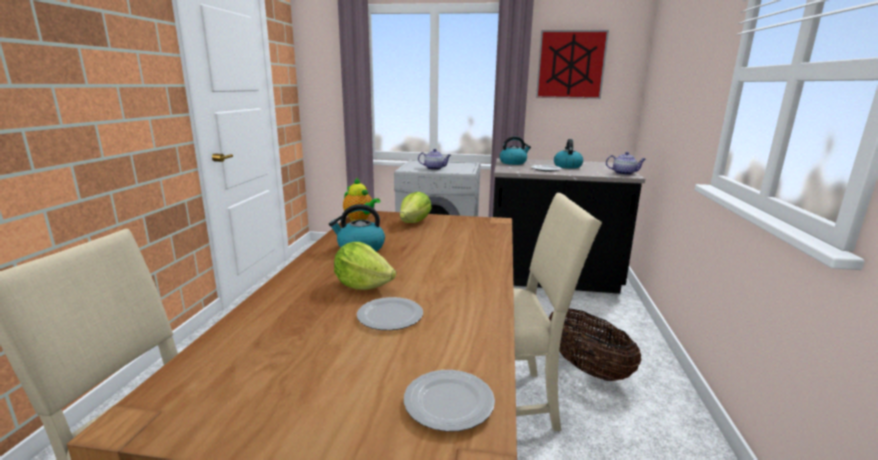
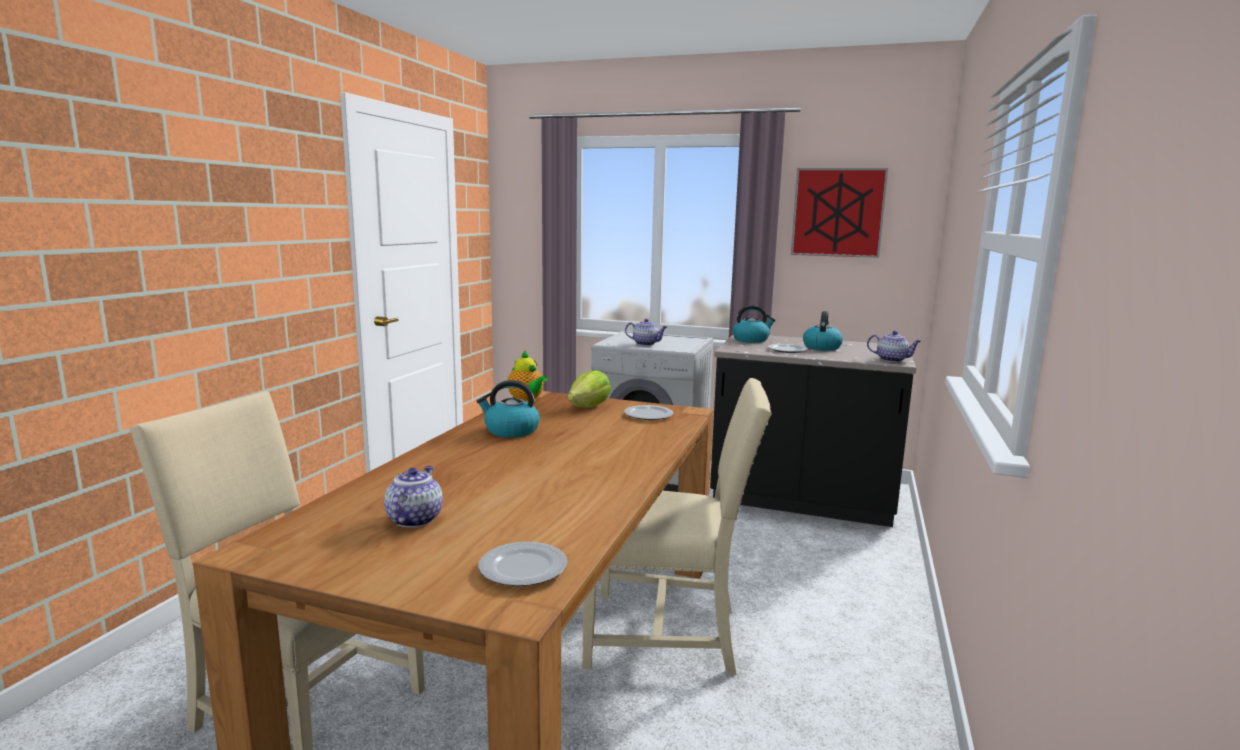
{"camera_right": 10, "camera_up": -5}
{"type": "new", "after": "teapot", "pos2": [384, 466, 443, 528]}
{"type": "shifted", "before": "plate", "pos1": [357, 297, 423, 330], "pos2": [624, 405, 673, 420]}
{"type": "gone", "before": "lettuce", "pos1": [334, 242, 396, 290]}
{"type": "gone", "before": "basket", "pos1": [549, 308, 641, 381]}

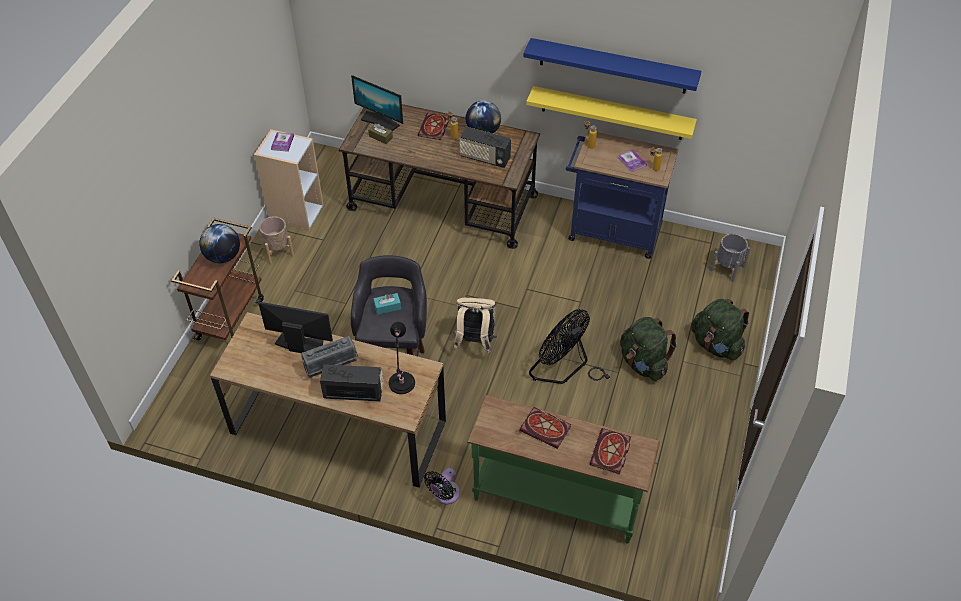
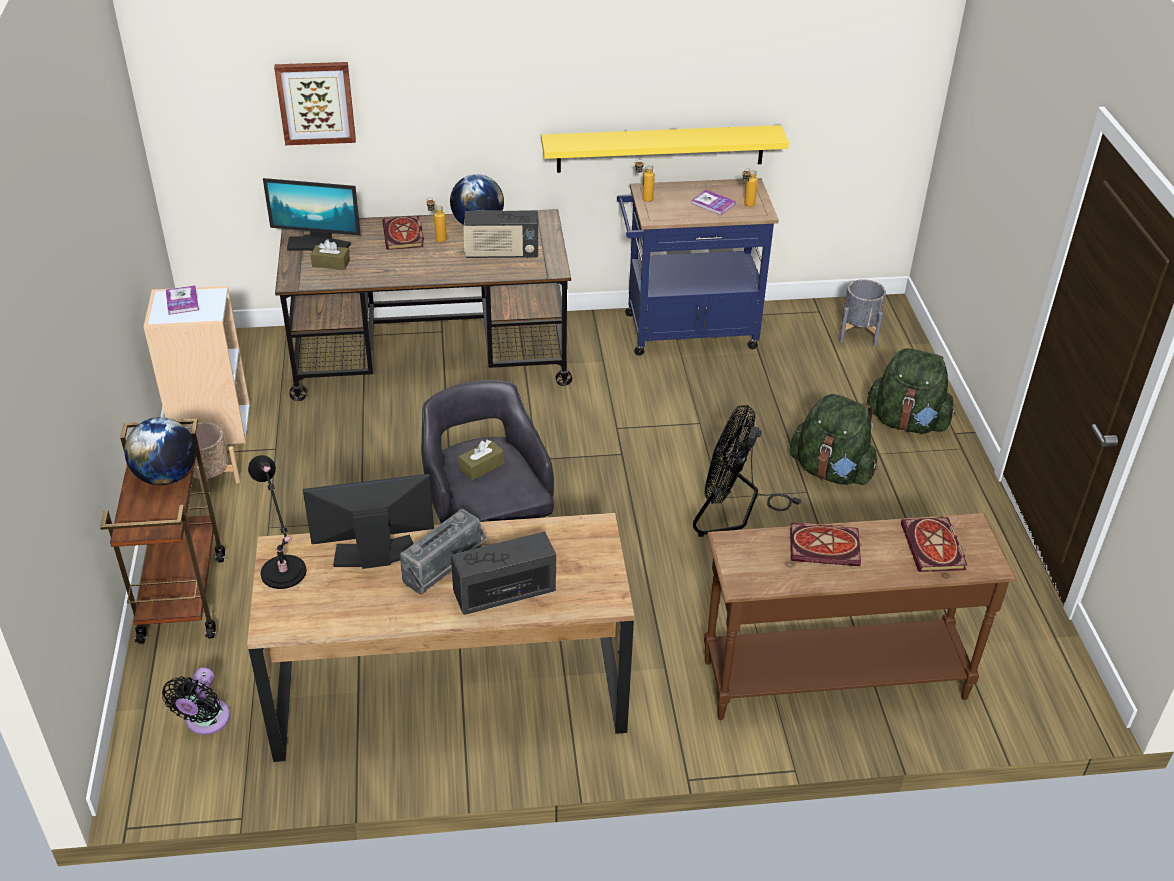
{"camera_right": -25, "camera_up": -10}
{"type": "shifted", "before": "black_fan", "pos1": [424, 467, 460, 504], "pos2": [162, 667, 230, 735]}
{"type": "shifted", "before": "black_table_lamp", "pos1": [389, 322, 415, 394], "pos2": [248, 455, 306, 589]}
{"type": "new", "after": "picture", "pos2": [274, 62, 356, 145]}
{"type": "repainted", "before": "turquoise_tissue_box", "after": "brown_tissue_box", "pos1": [373, 293, 401, 315], "pos2": [458, 440, 504, 481]}
{"type": "repainted", "before": "green_console_table", "after": "brown_console_table", "pos1": [467, 395, 660, 544], "pos2": [704, 513, 1017, 720]}
{"type": "gone", "before": "beige_backpack", "pos1": [453, 298, 497, 353]}
{"type": "gone", "before": "blue_shelf", "pos1": [524, 38, 701, 94]}

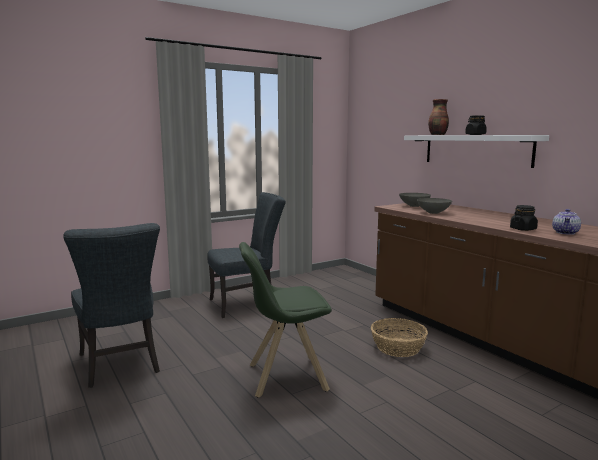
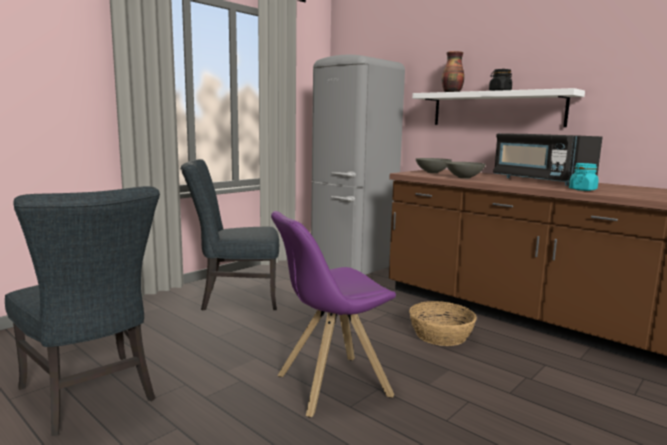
{"camera_right": -15, "camera_up": 0}
{"type": "rotated", "before": "grey_chair", "pos1": [207, 192, 286, 318], "pos2": [180, 159, 279, 311], "turn": -150}
{"type": "repainted", "before": "green_chair", "after": "purple_chair", "pos1": [239, 242, 332, 398], "pos2": [271, 211, 396, 417]}
{"type": "new", "after": "grey_fridge", "pos2": [311, 55, 405, 275]}
{"type": "new", "after": "black_microwave", "pos2": [493, 133, 603, 186]}
{"type": "repainted", "before": "black_jar", "after": "turquoise_jar", "pos1": [510, 205, 538, 231], "pos2": [569, 163, 599, 191]}
{"type": "gone", "before": "teapot", "pos1": [552, 209, 581, 235]}

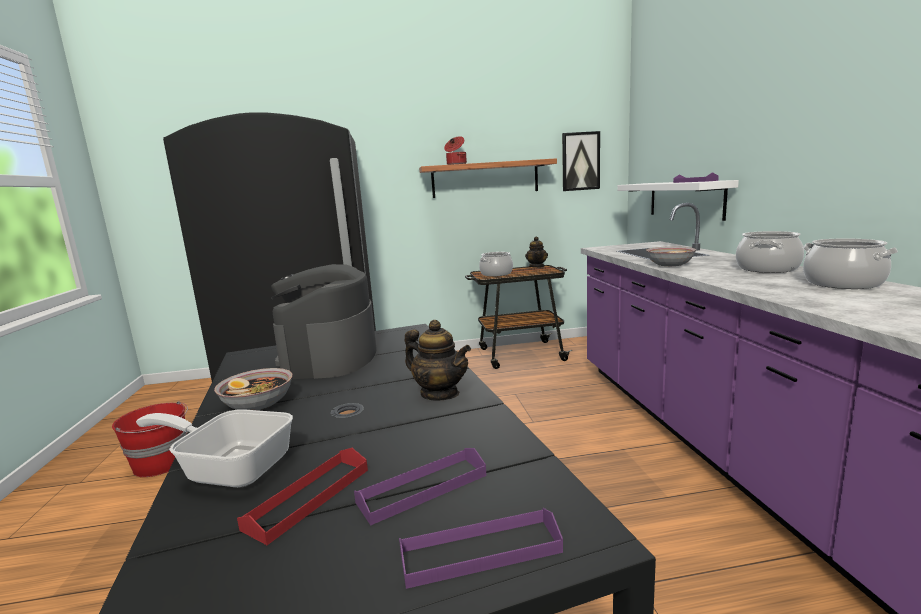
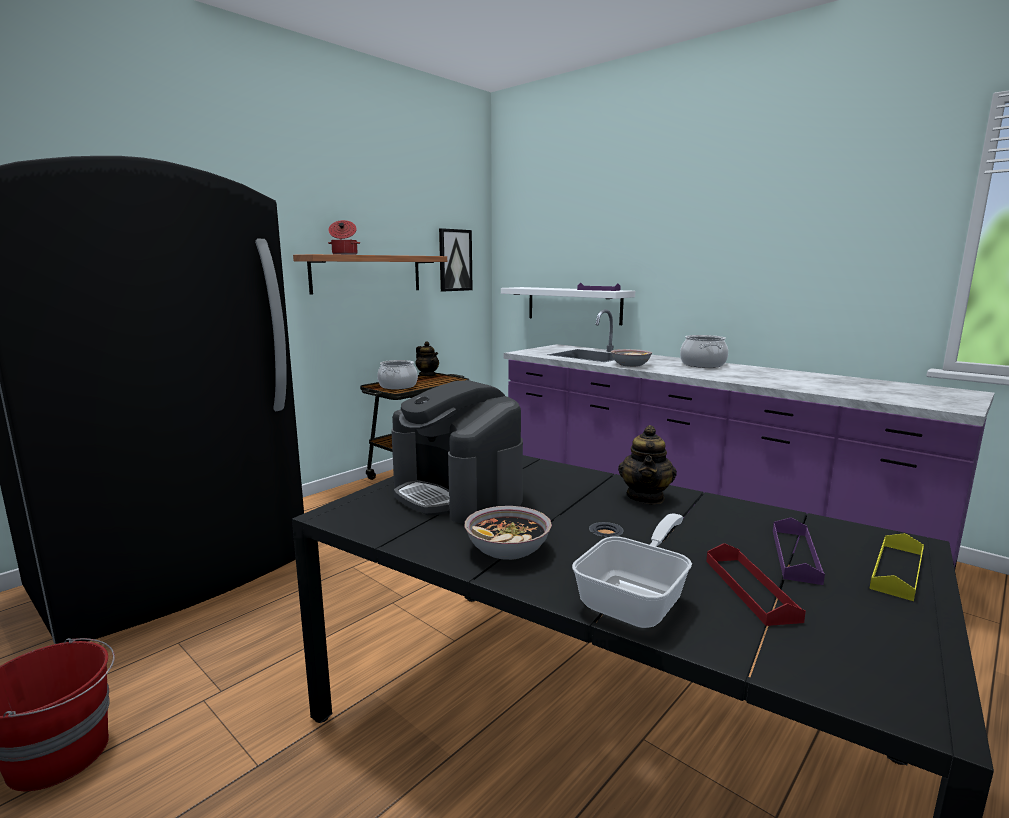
{"camera_right": -40, "camera_up": 0}
{"type": "rotated", "before": "frying_pan", "pos1": [136, 409, 293, 488], "pos2": [572, 513, 692, 628], "turn": 150}
{"type": "rotated", "before": "teapot", "pos1": [405, 320, 471, 401], "pos2": [618, 425, 677, 504], "turn": 105}
{"type": "repainted", "before": "purple_tray", "after": "yellow_tray", "pos1": [399, 508, 563, 589], "pos2": [869, 533, 924, 601]}
{"type": "gone", "before": "cooking_pot", "pos1": [803, 238, 898, 289]}

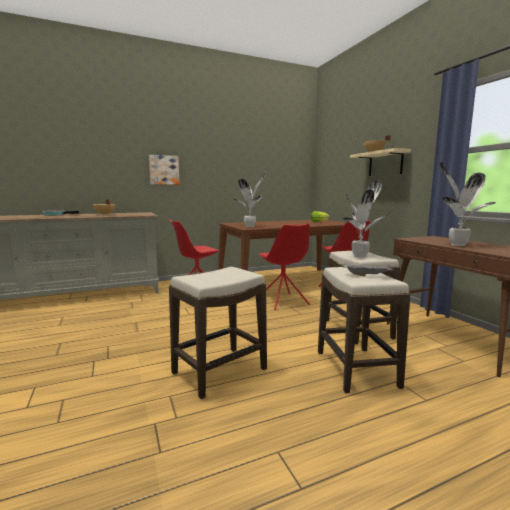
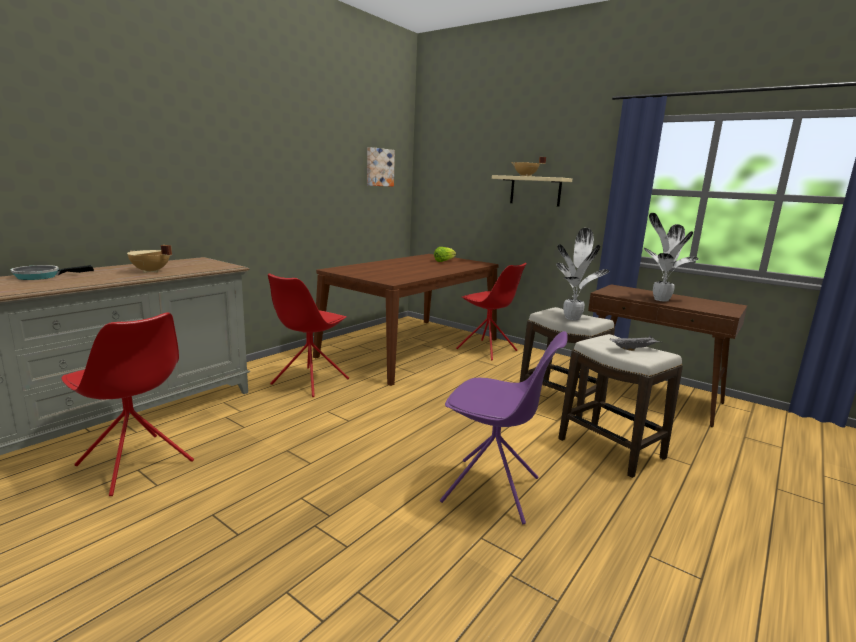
{"camera_right": -30, "camera_up": 5}
{"type": "shifted", "before": "red_chair", "pos1": [259, 223, 310, 310], "pos2": [62, 312, 194, 496]}
{"type": "shifted", "before": "picture", "pos1": [149, 155, 180, 185], "pos2": [367, 147, 395, 187]}
{"type": "swapped", "before": "stool", "after": "purple_chair", "pos1": [169, 267, 267, 399], "pos2": [440, 331, 568, 524]}
{"type": "gone", "before": "potted_plant", "pos1": [233, 172, 266, 227]}

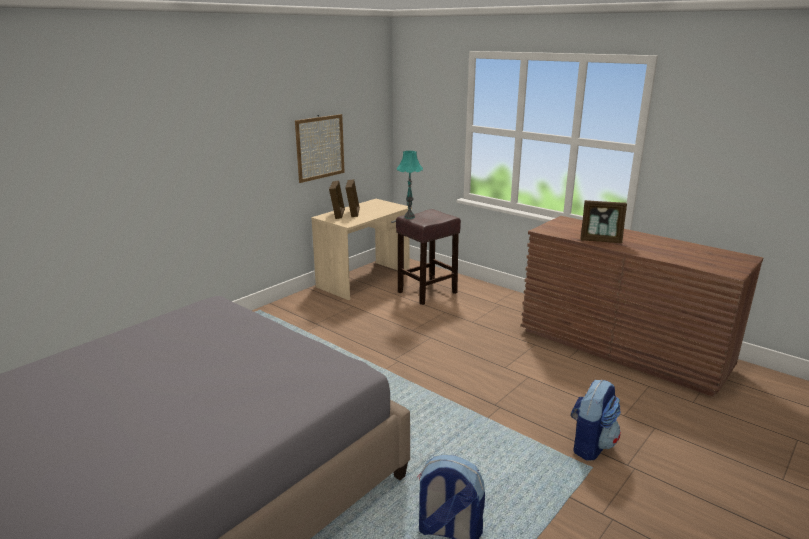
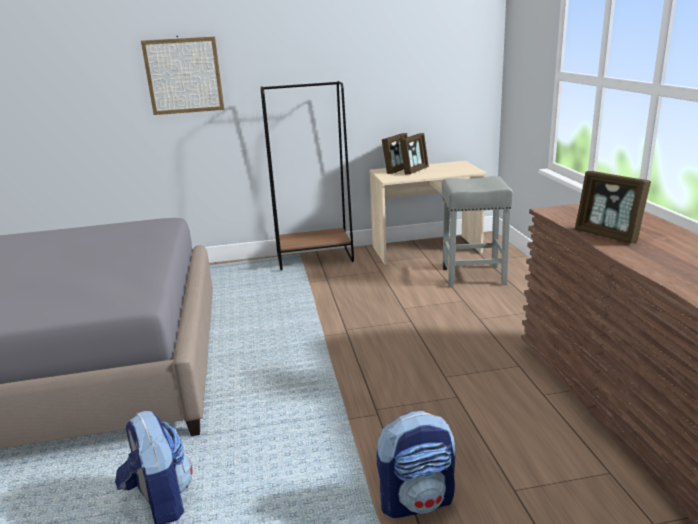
{"camera_right": 40, "camera_up": 0}
{"type": "shifted", "before": "picture", "pos1": [295, 114, 345, 183], "pos2": [141, 36, 224, 115]}
{"type": "new", "after": "clothes_rack", "pos2": [261, 81, 354, 271]}
{"type": "repainted", "before": "brown_stool", "after": "grey_stool", "pos1": [396, 209, 461, 305], "pos2": [442, 176, 513, 287]}
{"type": "gone", "before": "turquoise_table_lamp", "pos1": [397, 151, 423, 219]}

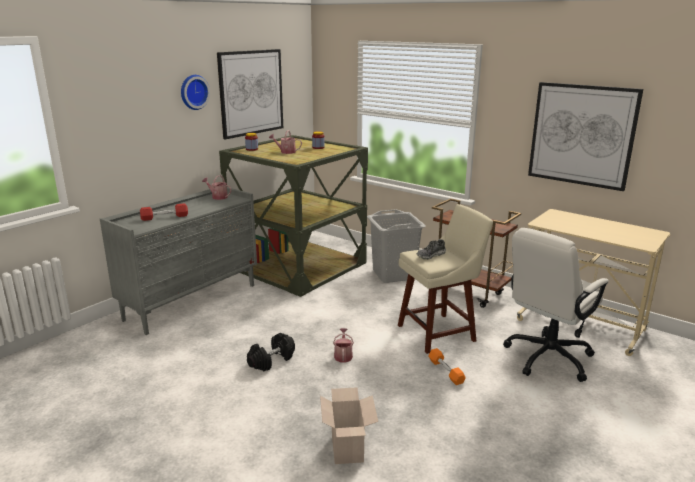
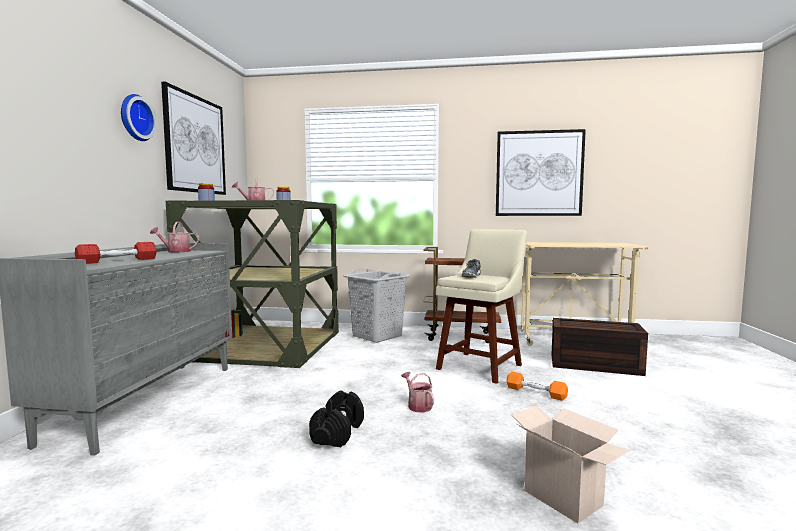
{"camera_right": -30, "camera_up": -15}
{"type": "swapped", "before": "white_office_chair", "after": "brown_storage_box", "pos1": [503, 228, 609, 382], "pos2": [552, 318, 648, 376]}

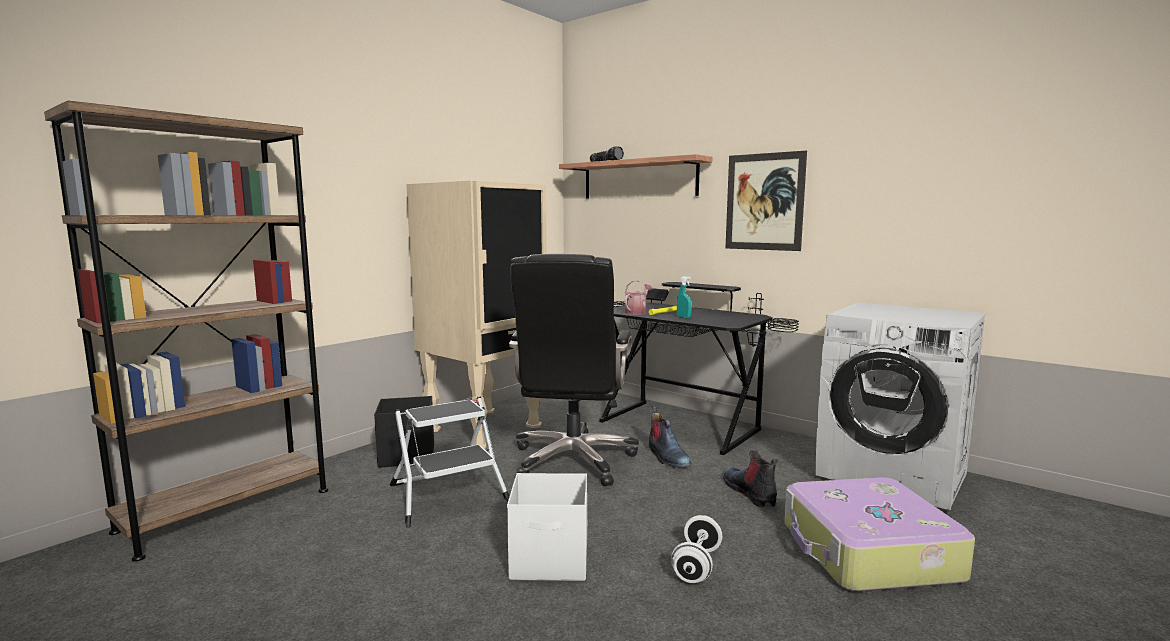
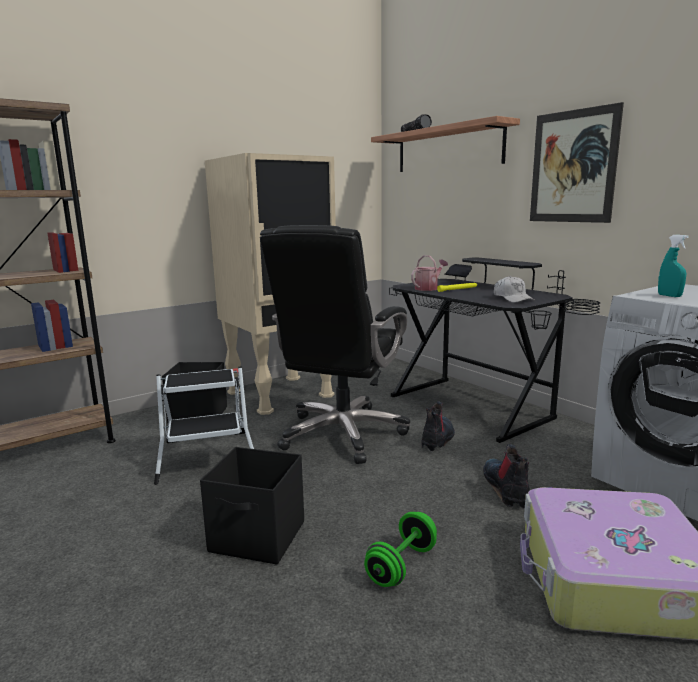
{"camera_right": 15, "camera_up": 5}
{"type": "repainted", "before": "white_storage_box", "after": "black_storage_box", "pos1": [507, 473, 587, 581], "pos2": [200, 447, 304, 565]}
{"type": "repainted", "before": "white_dumbbell", "after": "green_dumbbell", "pos1": [671, 515, 722, 583], "pos2": [364, 512, 437, 587]}
{"type": "rotated", "before": "boot", "pos1": [649, 404, 691, 468], "pos2": [421, 401, 455, 451], "turn": -150}
{"type": "new", "after": "white_cap", "pos2": [494, 276, 535, 303]}
{"type": "shifted", "before": "turquoise_spray_bottle", "pos1": [677, 276, 692, 318], "pos2": [658, 235, 689, 297]}

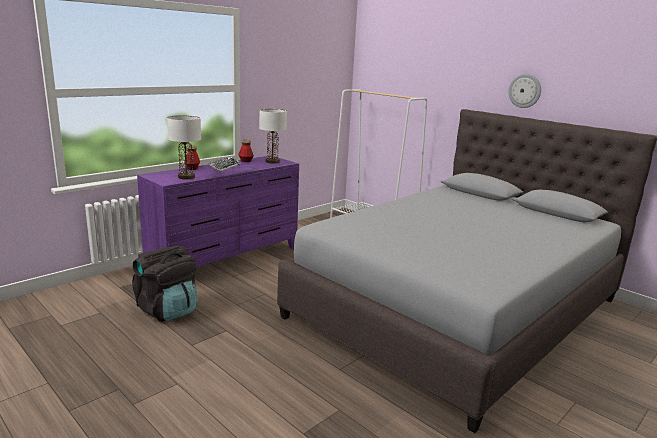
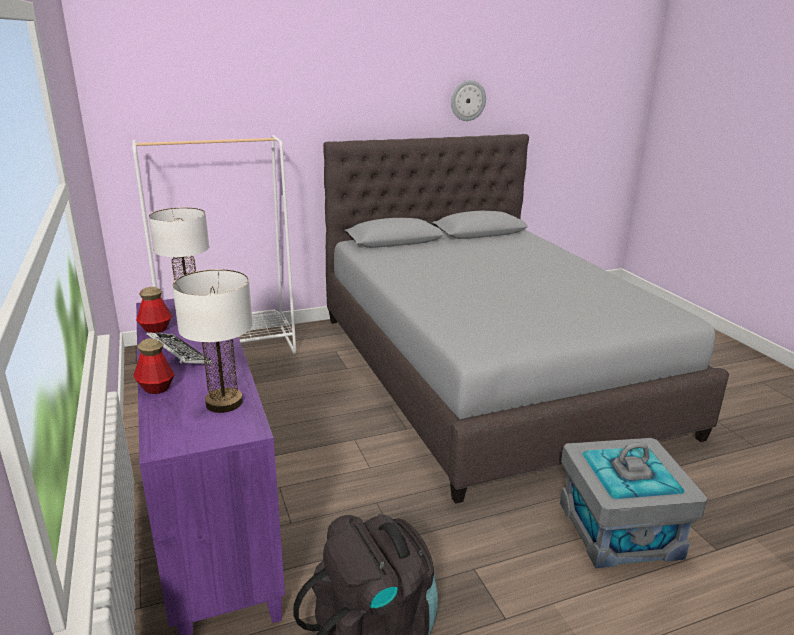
{"camera_right": -65, "camera_up": 5}
{"type": "shifted", "before": "wall_clock", "pos1": [508, 74, 541, 108], "pos2": [451, 80, 486, 121]}
{"type": "new", "after": "grey_storage_box", "pos2": [560, 438, 708, 568]}

